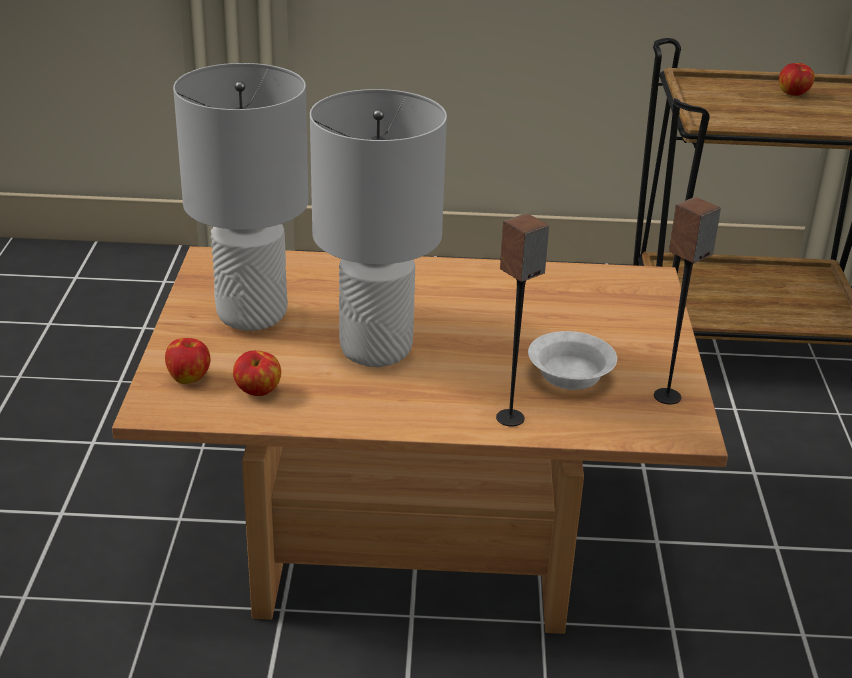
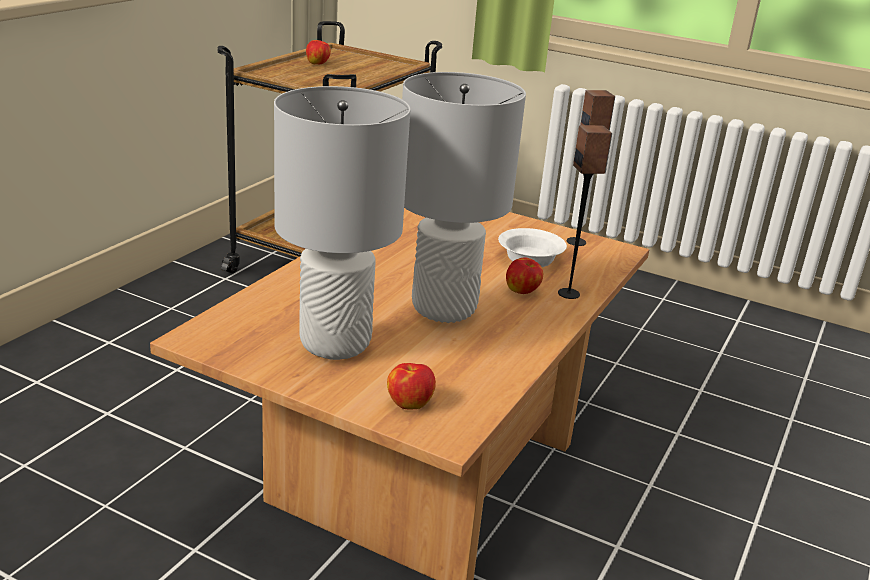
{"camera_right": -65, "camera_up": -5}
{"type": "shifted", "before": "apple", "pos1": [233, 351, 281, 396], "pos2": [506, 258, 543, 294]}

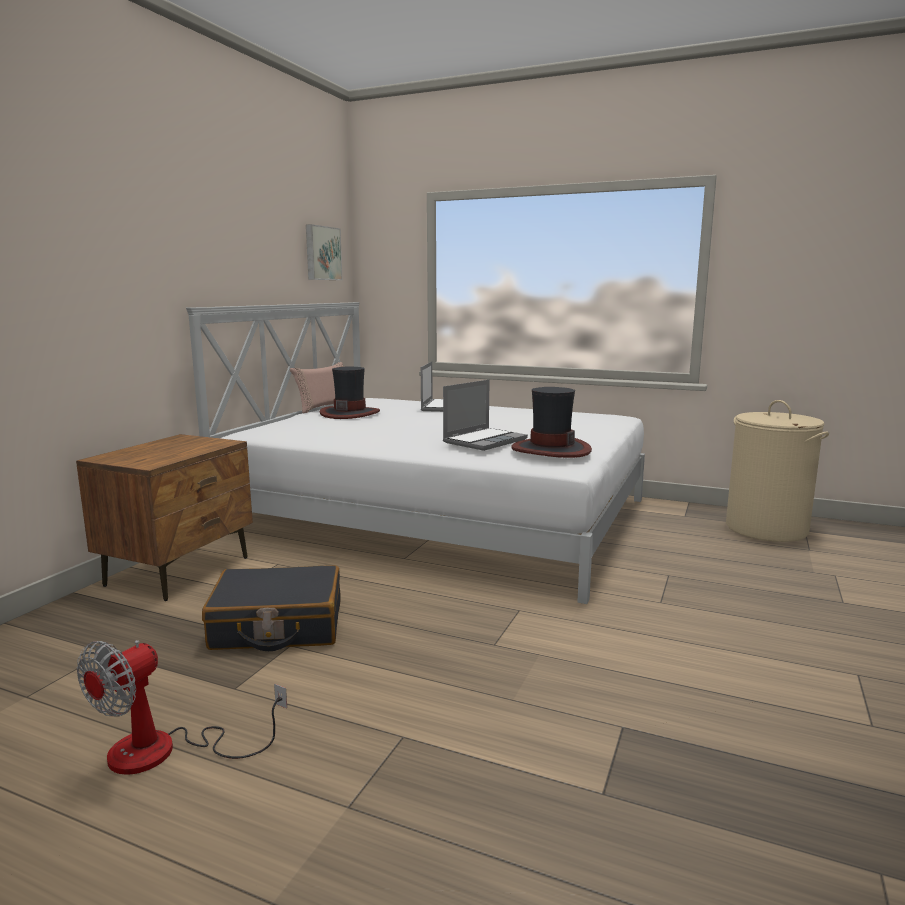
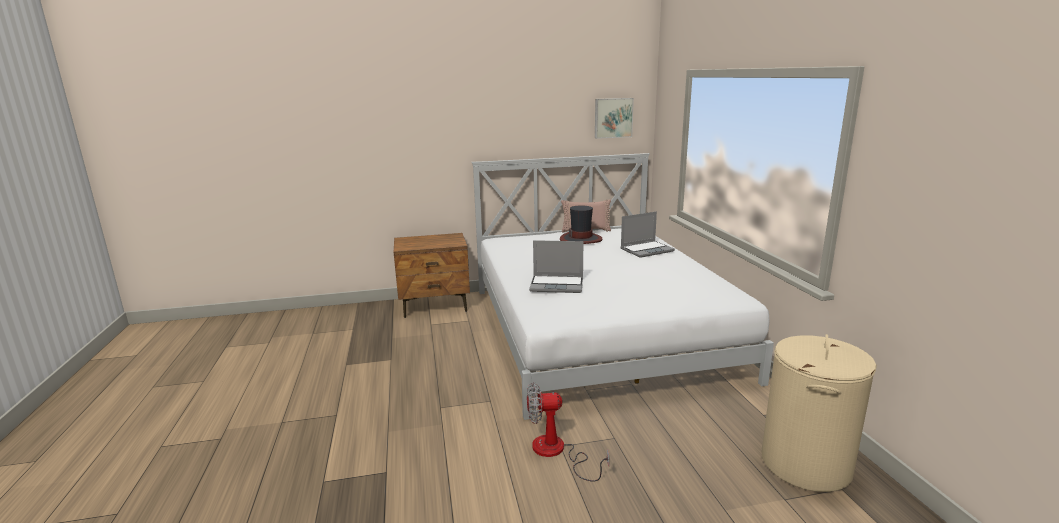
{"camera_right": 55, "camera_up": 5}
{"type": "shifted", "before": "fan", "pos1": [77, 640, 287, 775], "pos2": [527, 382, 610, 482]}
{"type": "gone", "before": "black_suitcase", "pos1": [202, 565, 340, 651]}
{"type": "gone", "before": "hat", "pos1": [511, 387, 592, 458]}

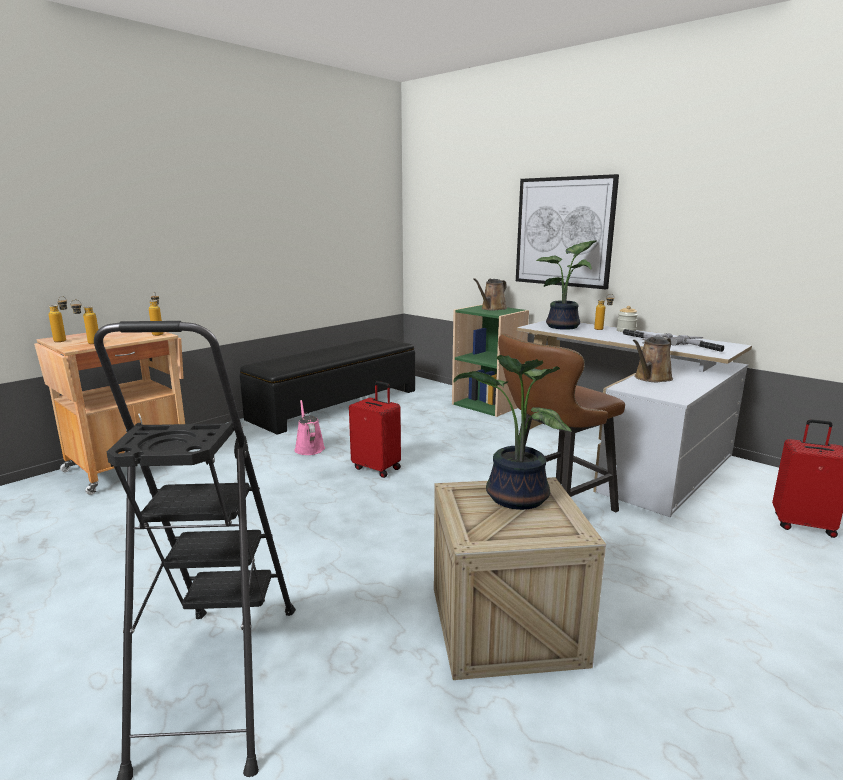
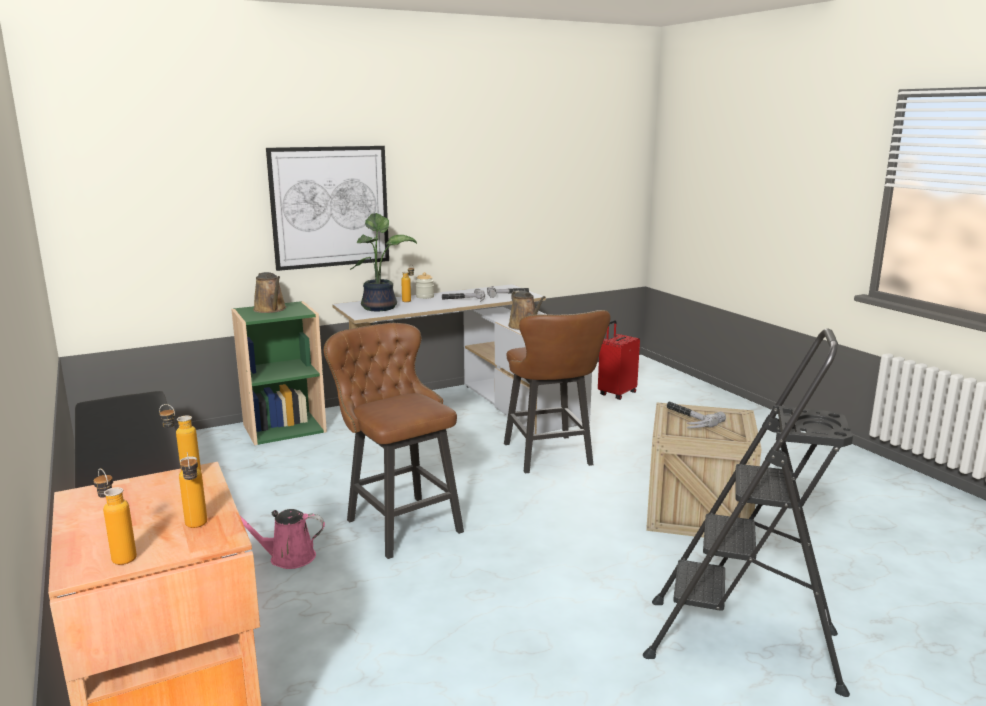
{"camera_right": -70, "camera_up": 0}
{"type": "swapped", "before": "red_suitcase", "after": "brown_stool", "pos1": [349, 381, 401, 478], "pos2": [324, 323, 464, 559]}
{"type": "swapped", "before": "potted_plant", "after": "hammer", "pos1": [453, 355, 572, 510], "pos2": [667, 402, 726, 428]}

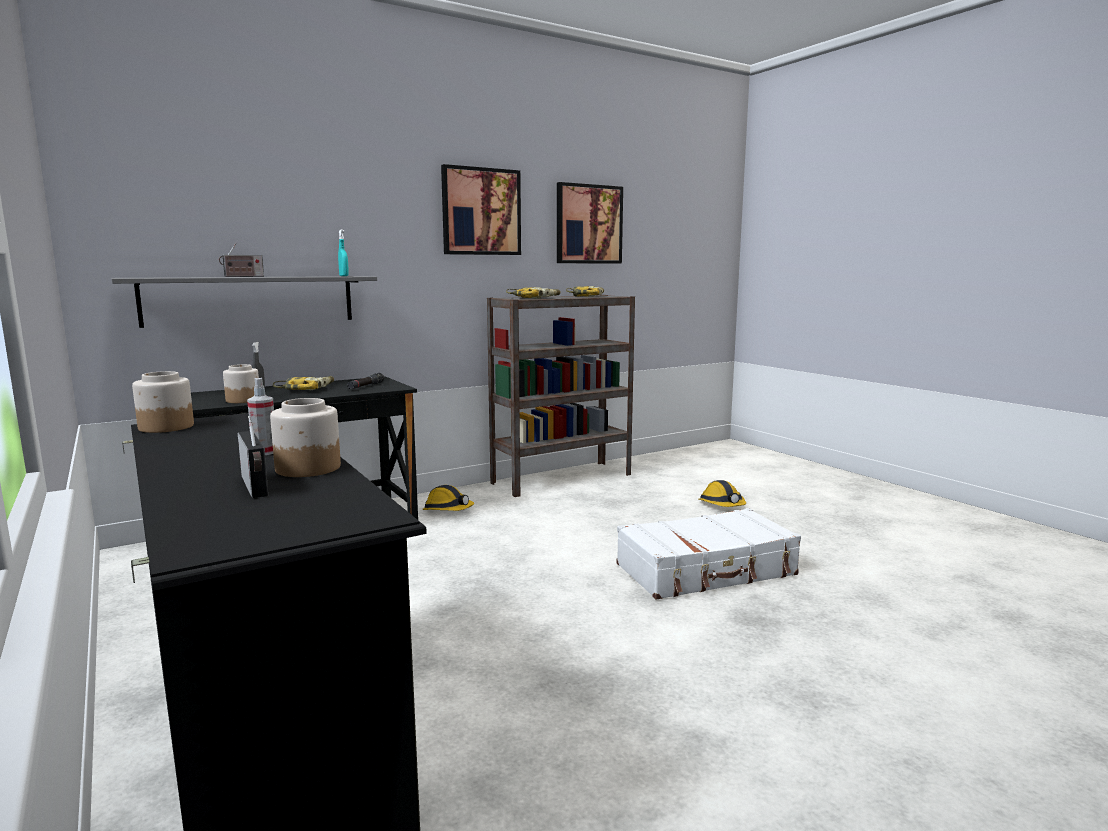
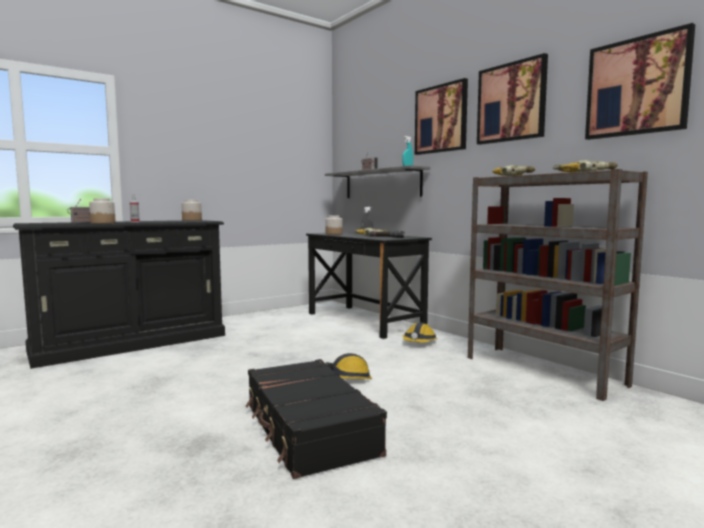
{"camera_right": 85, "camera_up": -5}
{"type": "repainted", "before": "white_suitcase", "after": "black_suitcase", "pos1": [616, 508, 801, 600], "pos2": [246, 359, 387, 479]}
{"type": "shifted", "before": "hard_hat", "pos1": [699, 480, 746, 507], "pos2": [326, 353, 372, 379]}
{"type": "new", "after": "picture", "pos2": [415, 78, 468, 155]}

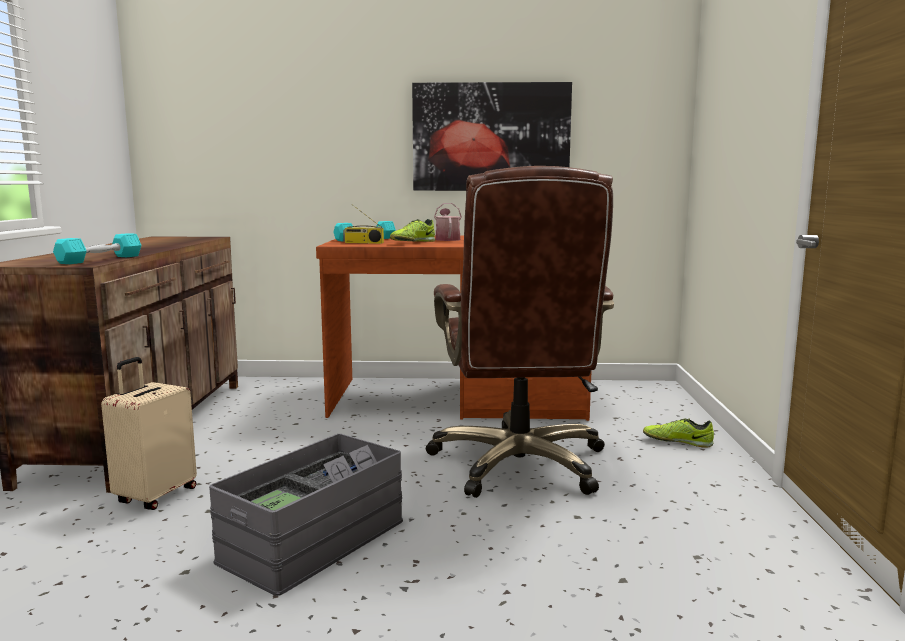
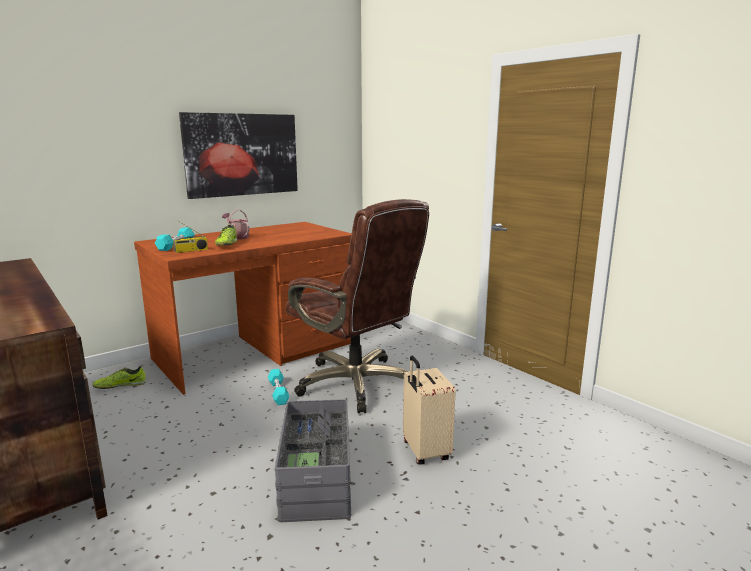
{"camera_right": -40, "camera_up": 5}
{"type": "shifted", "before": "shoe", "pos1": [643, 418, 714, 448], "pos2": [92, 366, 146, 389]}
{"type": "shifted", "before": "turquoise_dumbbell", "pos1": [53, 233, 142, 264], "pos2": [268, 369, 289, 405]}
{"type": "shifted", "before": "beige_suitcase", "pos1": [101, 357, 197, 510], "pos2": [403, 356, 456, 464]}

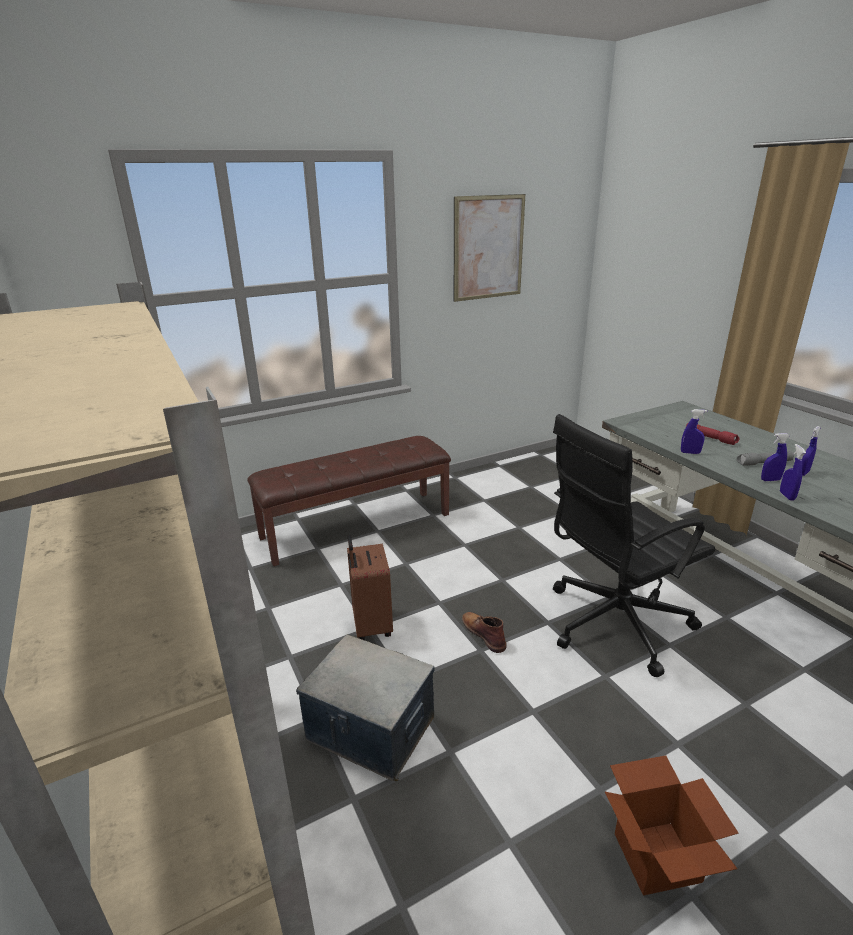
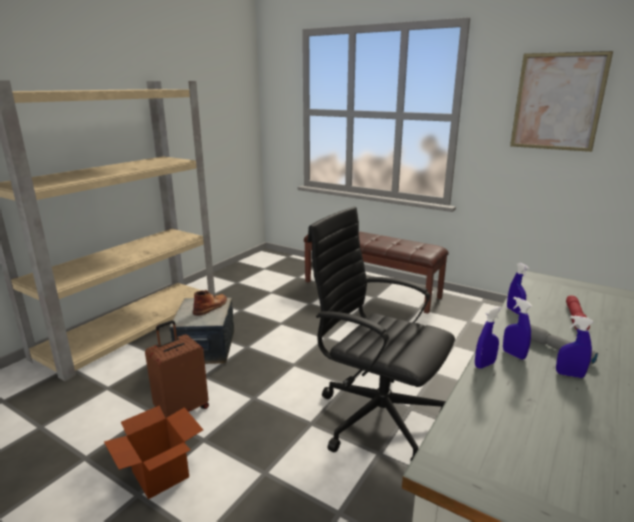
{"camera_right": 60, "camera_up": -5}
{"type": "shifted", "before": "brown_suitcase", "pos1": [347, 535, 393, 640], "pos2": [145, 320, 209, 418]}
{"type": "shifted", "before": "brown_boot", "pos1": [462, 612, 506, 653], "pos2": [193, 290, 227, 316]}

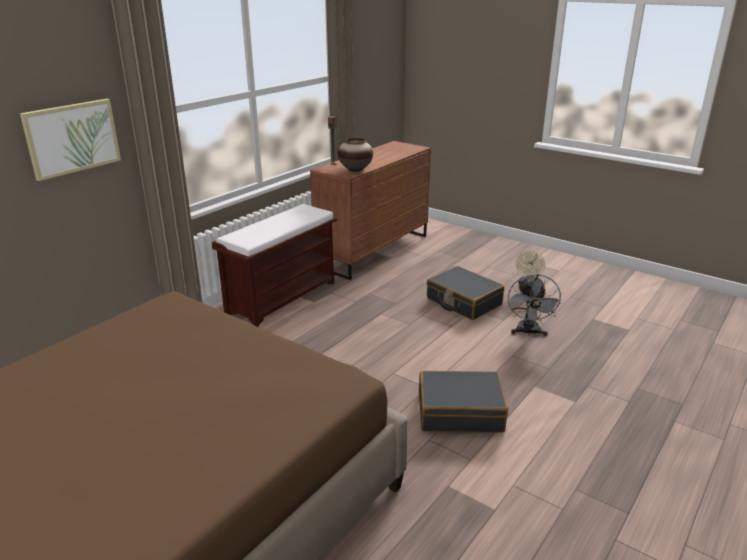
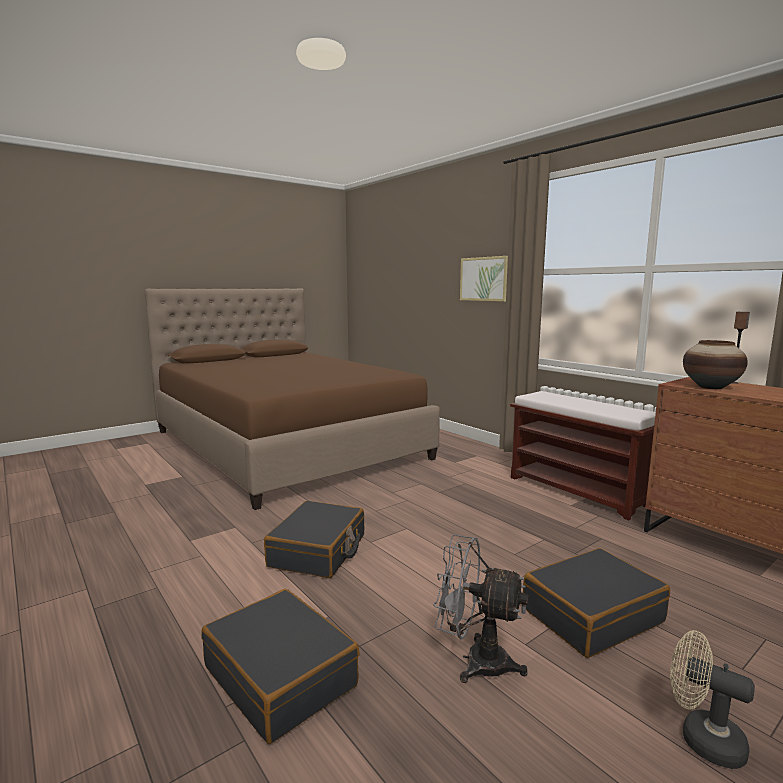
{"camera_right": 105, "camera_up": -15}
{"type": "new", "after": "black_suitcase", "pos2": [201, 589, 360, 744]}

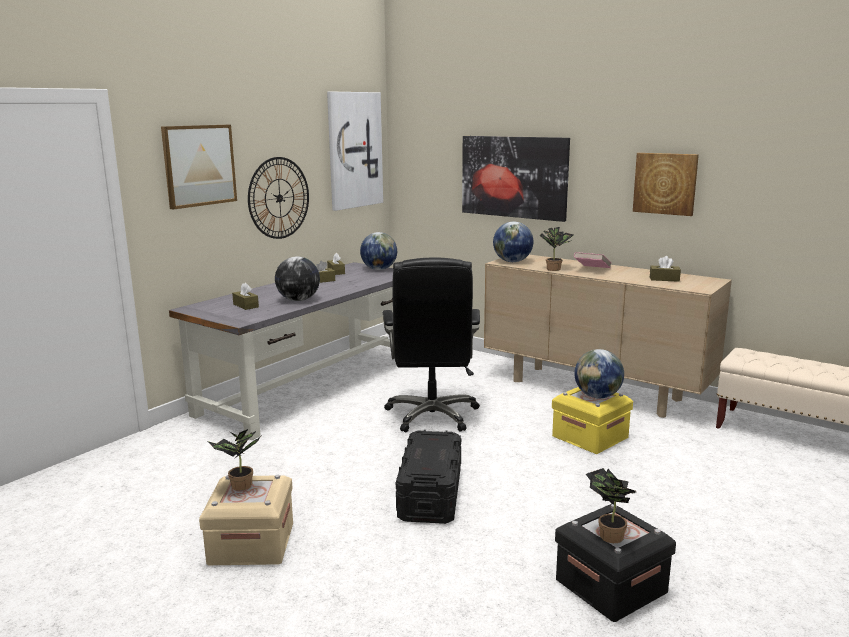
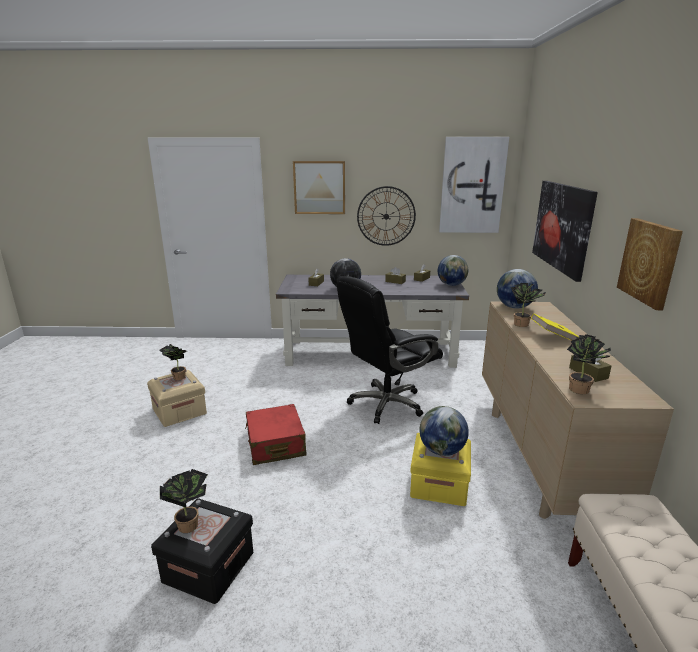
{"camera_right": 55, "camera_up": 5}
{"type": "swapped", "before": "black_storage_box", "after": "red_suitcase", "pos1": [396, 430, 461, 524], "pos2": [245, 404, 307, 465]}
{"type": "repainted", "before": "pink_book", "after": "yellow_book", "pos1": [574, 252, 611, 268], "pos2": [531, 314, 579, 340]}
{"type": "new", "after": "potted_plant", "pos2": [567, 334, 613, 394]}

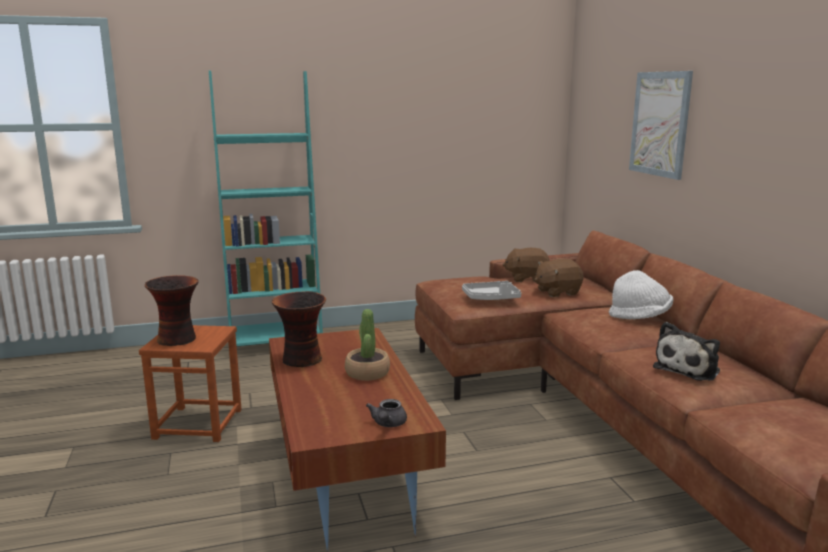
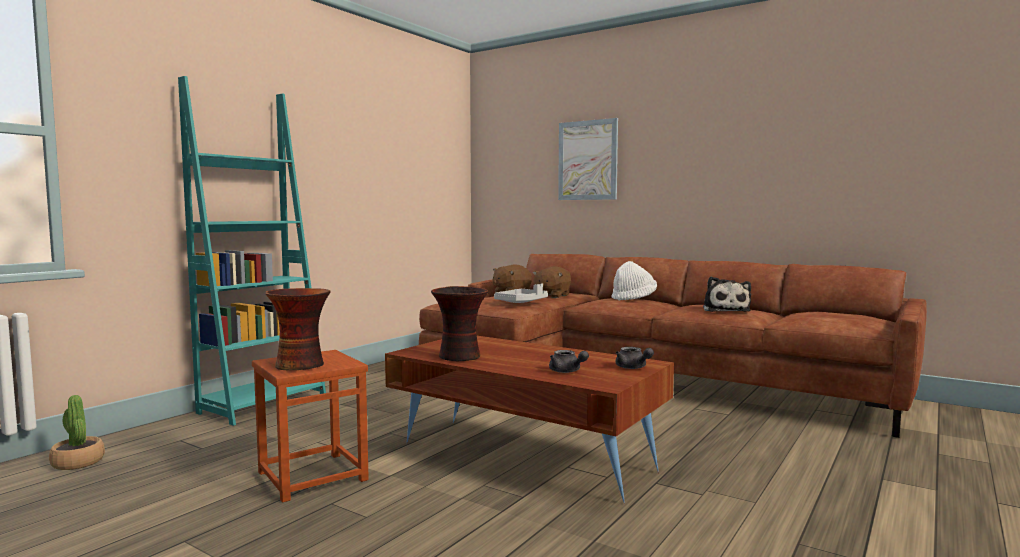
{"camera_right": -40, "camera_up": -10}
{"type": "shifted", "before": "potted_plant", "pos1": [345, 309, 390, 381], "pos2": [49, 395, 105, 470]}
{"type": "new", "after": "grey_teapot", "pos2": [549, 350, 589, 373]}

